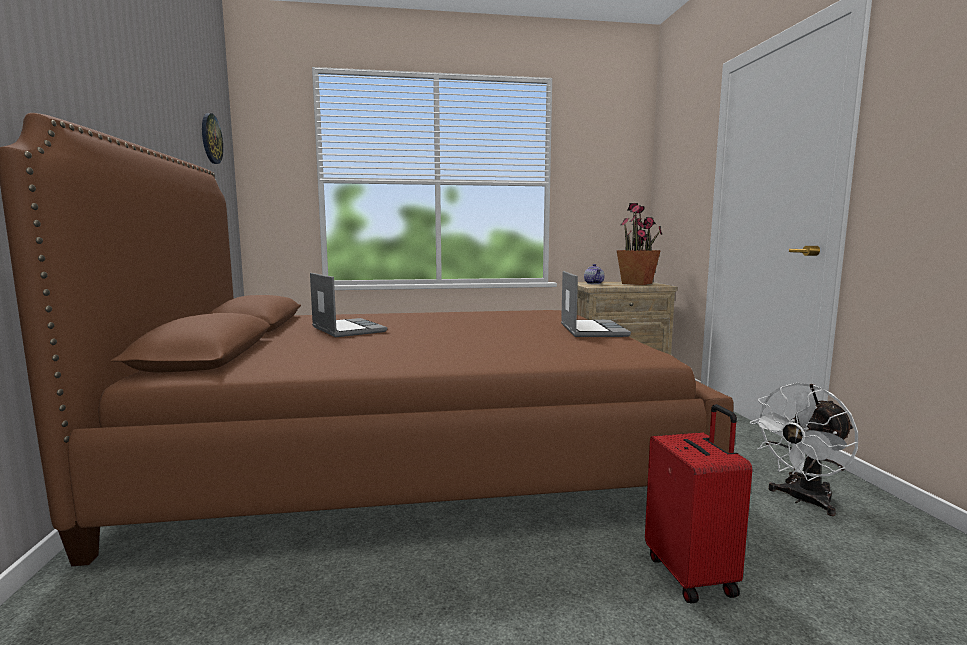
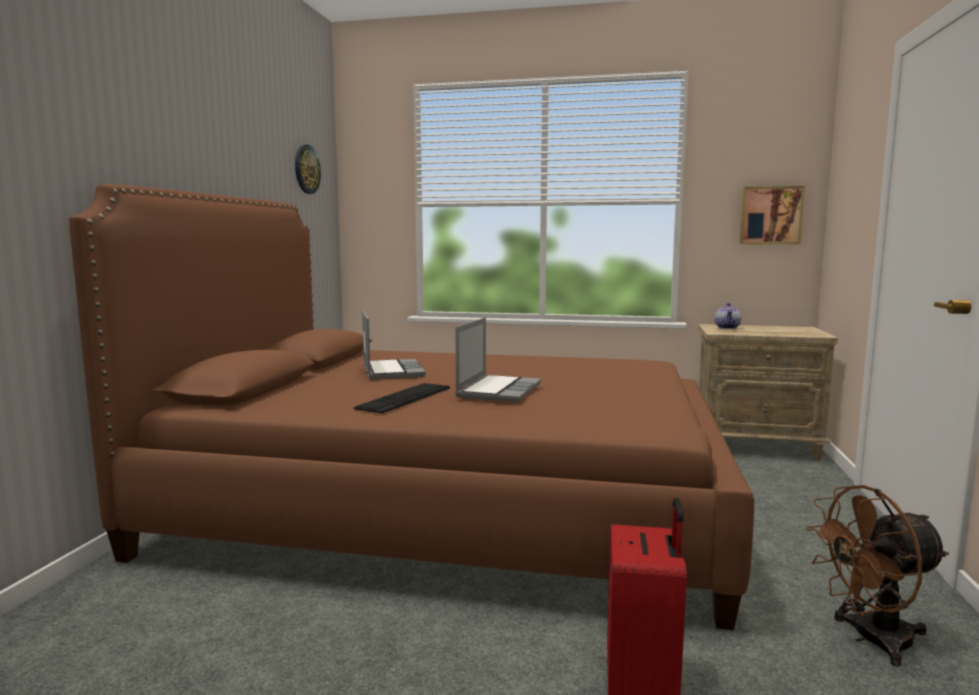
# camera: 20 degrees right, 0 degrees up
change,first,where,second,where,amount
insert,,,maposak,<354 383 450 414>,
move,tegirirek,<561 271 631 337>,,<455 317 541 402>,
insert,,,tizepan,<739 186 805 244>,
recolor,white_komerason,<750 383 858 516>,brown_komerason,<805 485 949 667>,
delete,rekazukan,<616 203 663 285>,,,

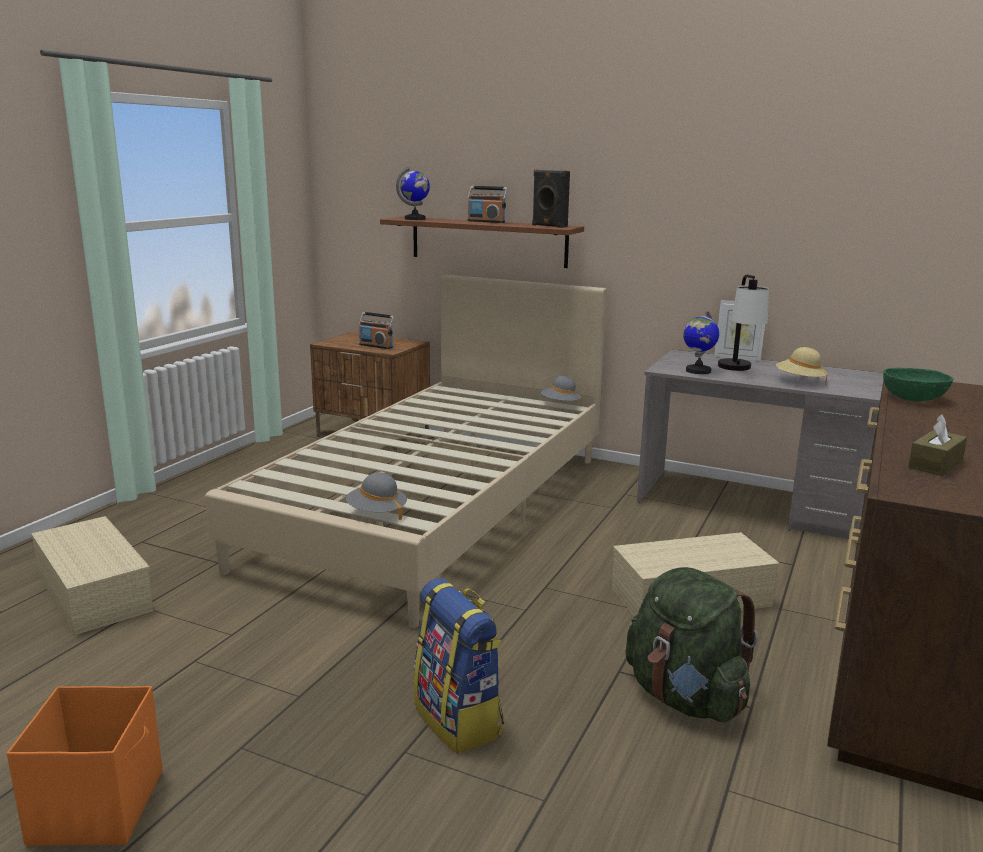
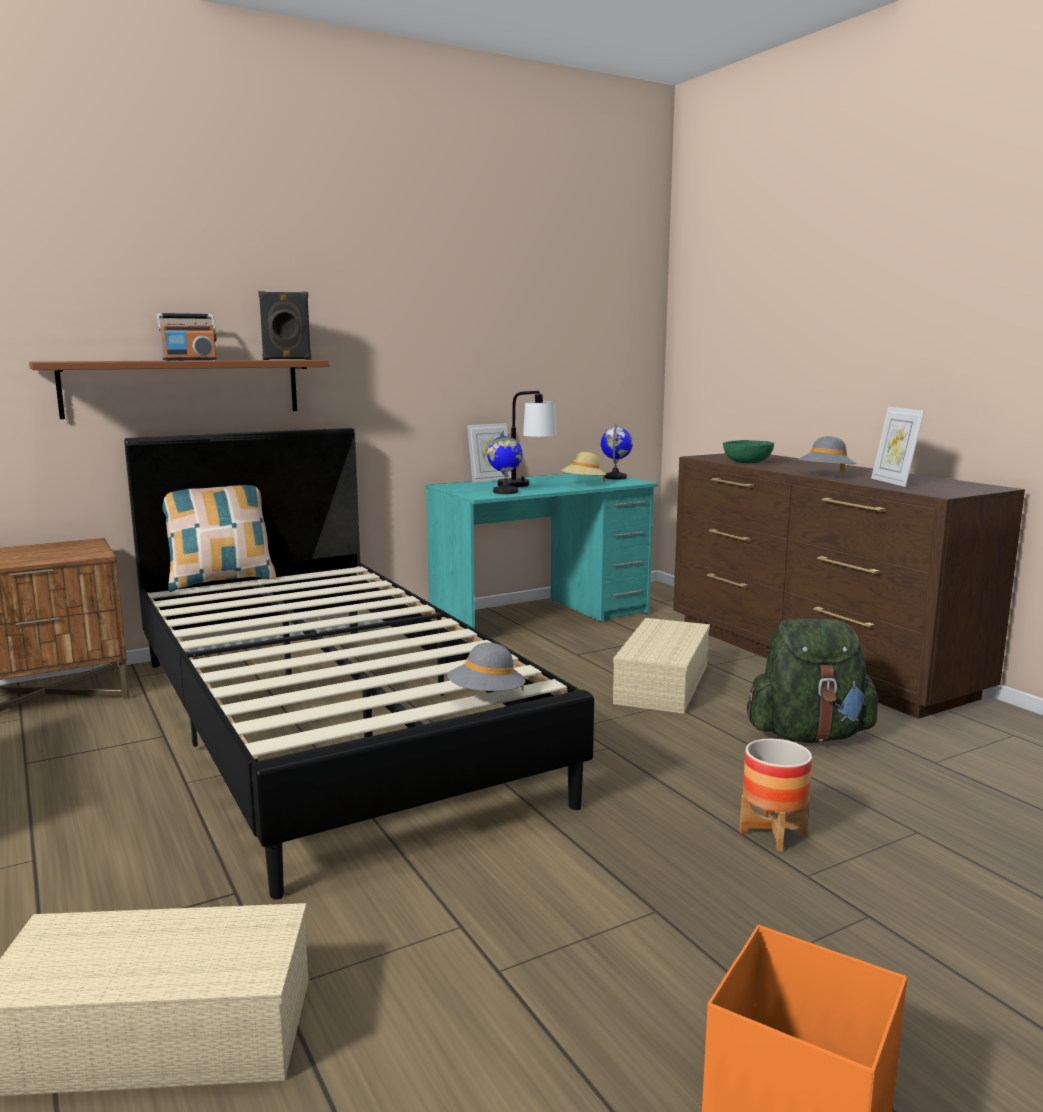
# camera: 55 degrees left, 5 degrees down
change,first,where,second,where,amount
recolor,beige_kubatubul,<205 275 607 628>,black_kubatubul,<124 428 594 900>,
insert,,,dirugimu,<163 485 276 592>,
recolor,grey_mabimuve,<637 350 884 539>,turquoise_mabimuve,<425 472 658 629>,
move,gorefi,<396 167 430 220>,,<601 424 633 479>,
replace,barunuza,<414 578 504 754>,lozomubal,<739 739 812 852>,
move,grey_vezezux,<540 376 582 406>,,<798 436 856 473>,
replace,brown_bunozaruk,<908 415 967 476>,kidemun,<871 407 924 487>,
delete,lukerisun,<359 312 395 349>,,,

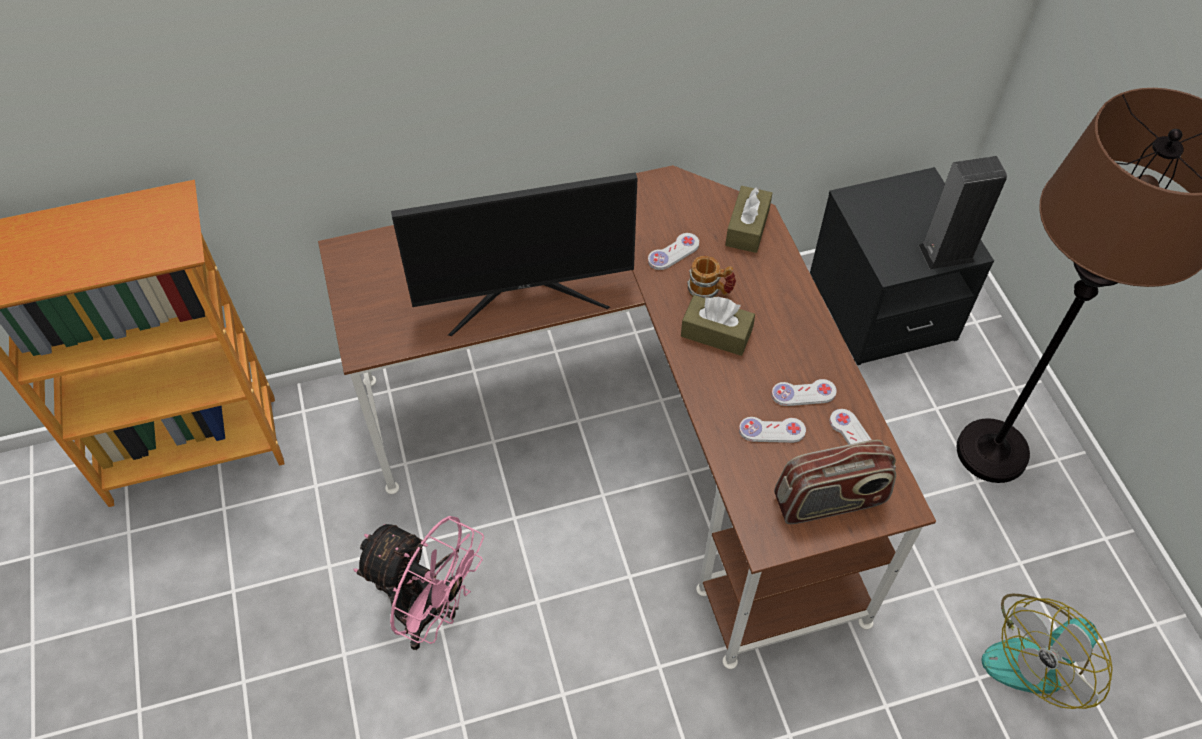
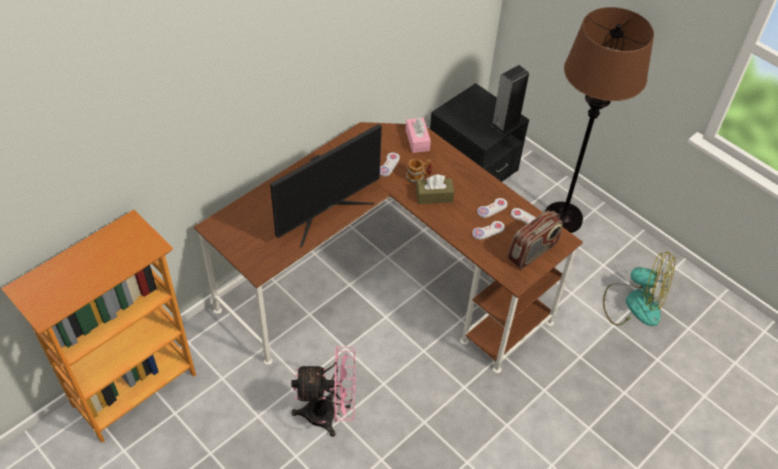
# camera: 30 degrees left, 5 degrees down
change,first,where,second,where,amount
recolor,brown_bunozaruk,<725 186 772 253>,pink_bunozaruk,<406 117 431 153>,
rotate,komerason,<981 594 1113 709>,,<603 252 675 326>,90 degrees counterclockwise

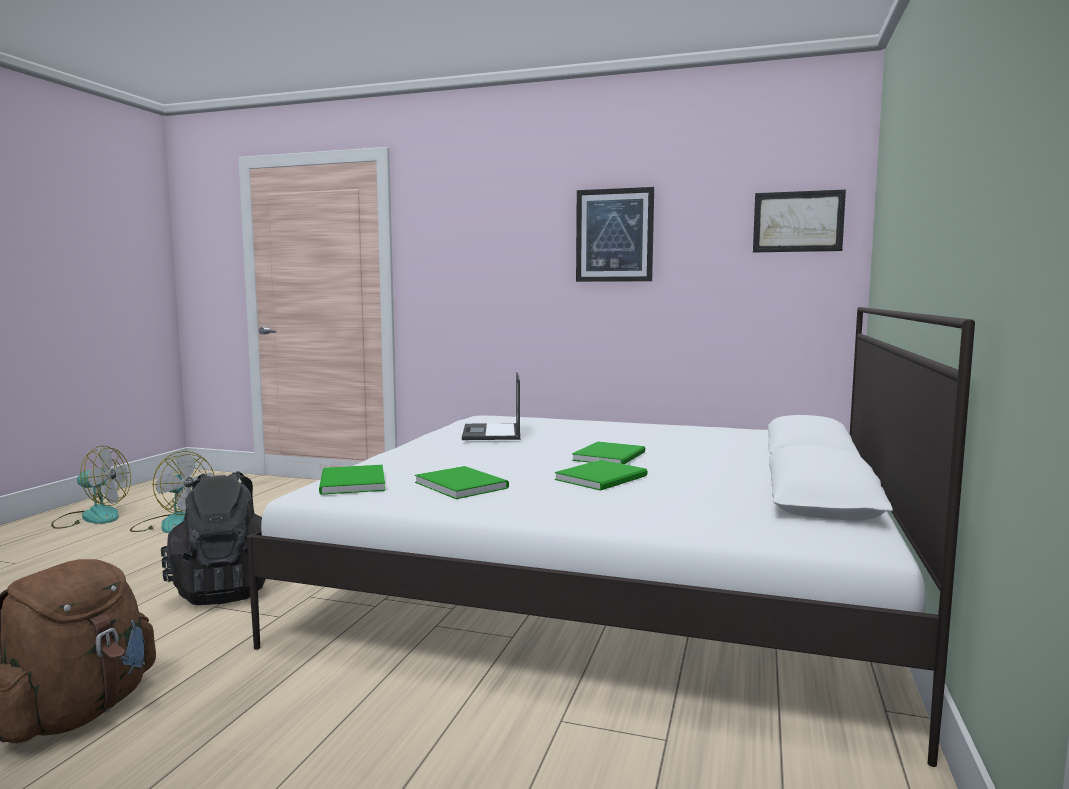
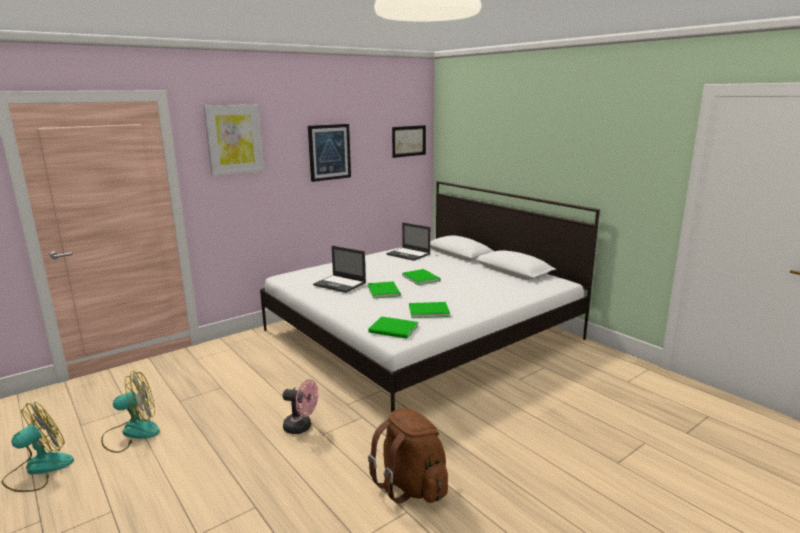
# camera: 55 degrees left, 10 degrees up
change,first,where,second,where,amount
insert,,,tizepan,<203 105 264 176>,
replace,black_barunuza,<161 471 266 605>,pink_komerason,<283 379 318 434>,
move,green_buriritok,<555 460 647 491>,,<368 281 401 298>,
insert,,,tegirirek,<386 222 431 261>,

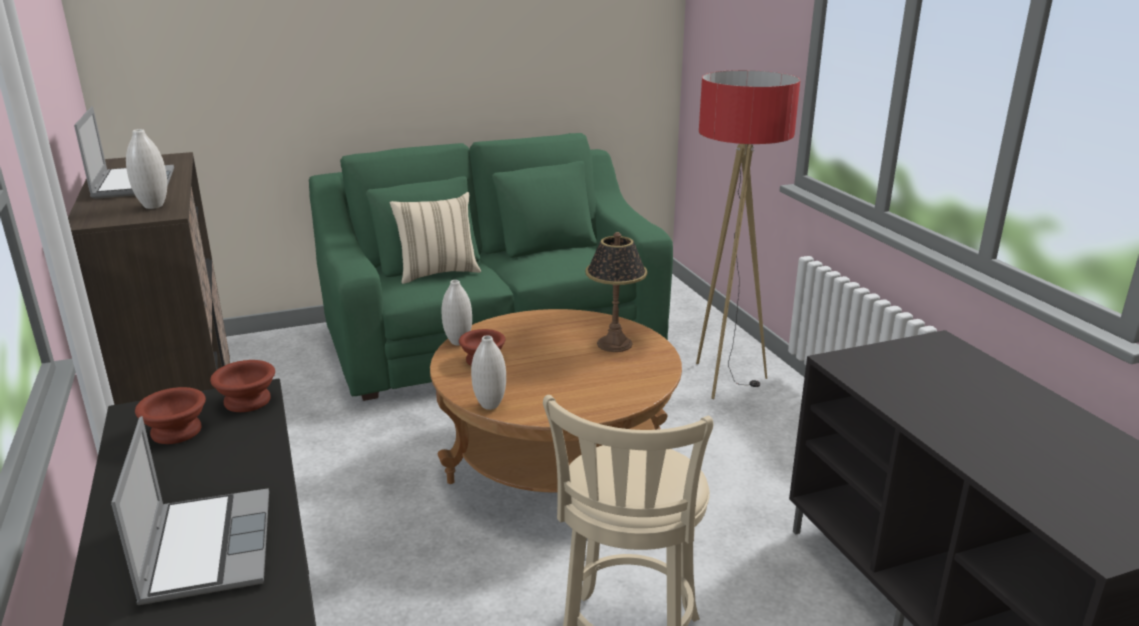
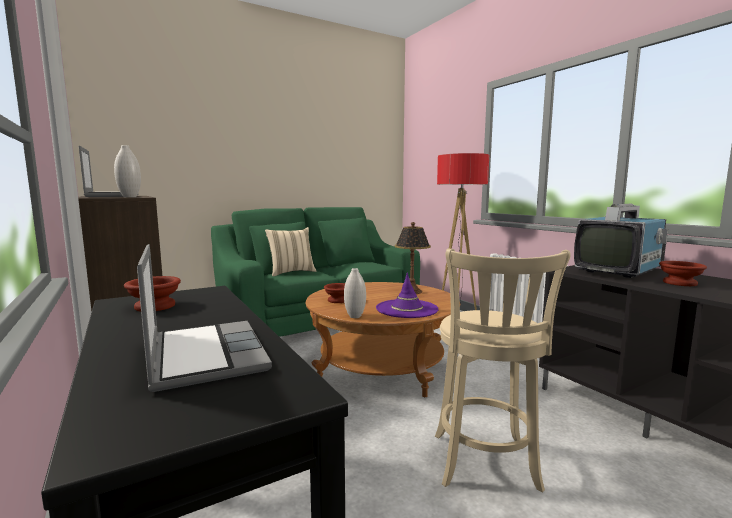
# camera: 10 degrees left, 15 degrees down
change,first,where,second,where,amount
insert,,,purple_vezezux,<376 272 439 318>,
insert,,,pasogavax,<574 204 668 278>,
move,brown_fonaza,<210 360 275 412>,,<659 261 707 286>,
delete,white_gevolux,<442 280 472 345>,,,

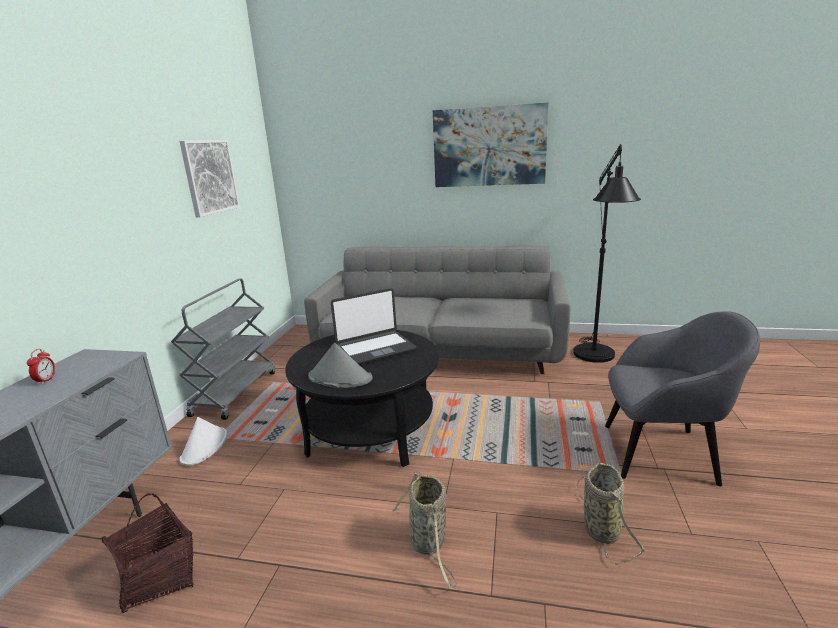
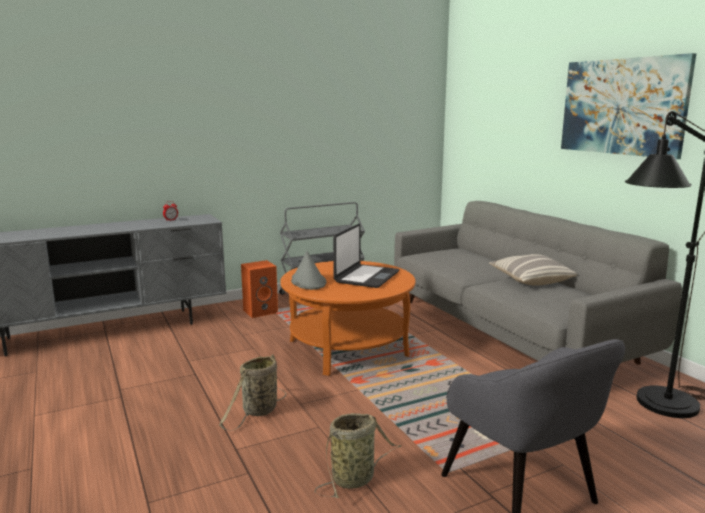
# camera: 50 degrees right, 5 degrees down
change,first,where,second,where,amount
replace,white_vezezux,<179 417 227 466>,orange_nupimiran,<241 260 278 318>,
recolor,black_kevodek,<285 330 439 467>,orange_kevodek,<280 261 415 376>,
rotate,tegirirek,<331 288 417 365>,,<333 224 399 288>,90 degrees counterclockwise
insert,,,dirugimu,<489 254 578 286>,
delete,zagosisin,<101 493 193 613>,,,
delete,tizepan,<179 140 240 217>,,,

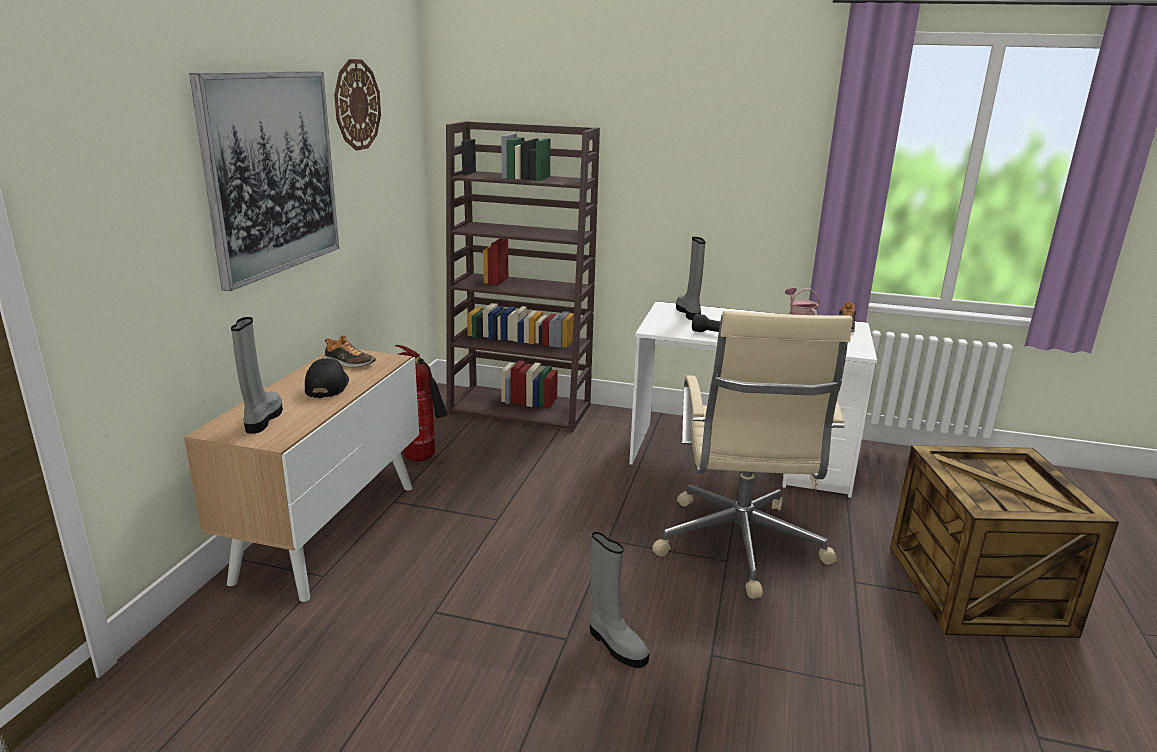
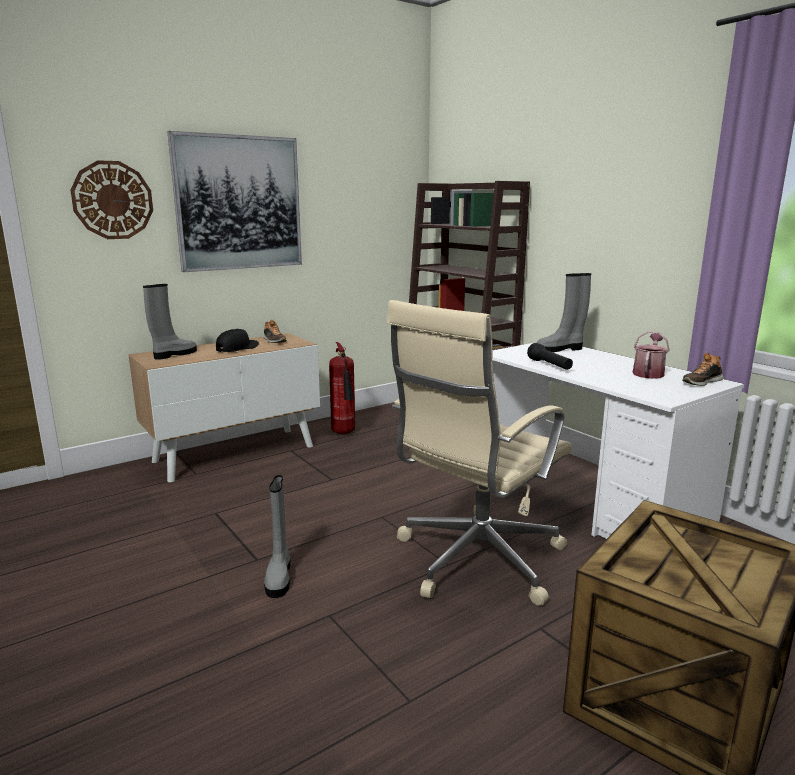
# camera: 40 degrees right, 5 degrees down
change,first,where,second,where,amount
move,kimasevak,<334 59 381 151>,,<70 160 153 239>,
rotate,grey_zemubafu,<676 237 705 320>,,<536 273 591 352>,135 degrees counterclockwise

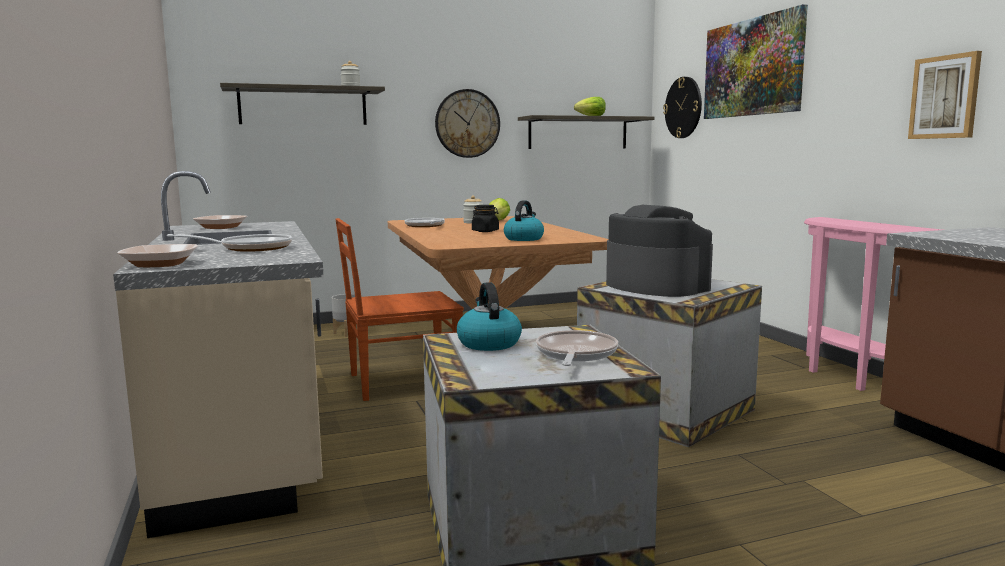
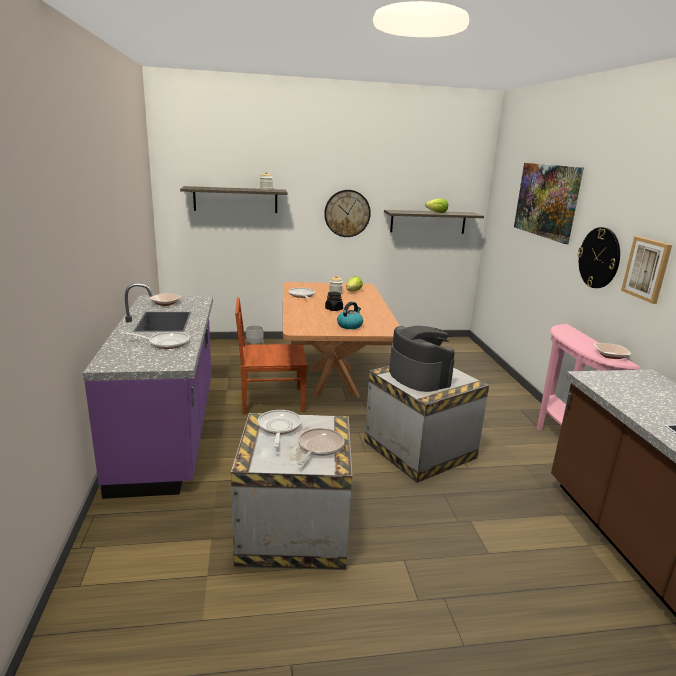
# camera: 10 degrees right, 10 degrees up
change,first,where,second,where,amount
recolor,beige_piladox,<113 171 324 538>,purple_piladox,<83 283 213 499>,
replace,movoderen,<457 282 522 351>,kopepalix,<258 410 302 448>,
move,kimasevak,<663 77 702 138>,,<578 227 620 288>,
move,fonaza,<118 244 198 267>,,<594 343 631 359>,

